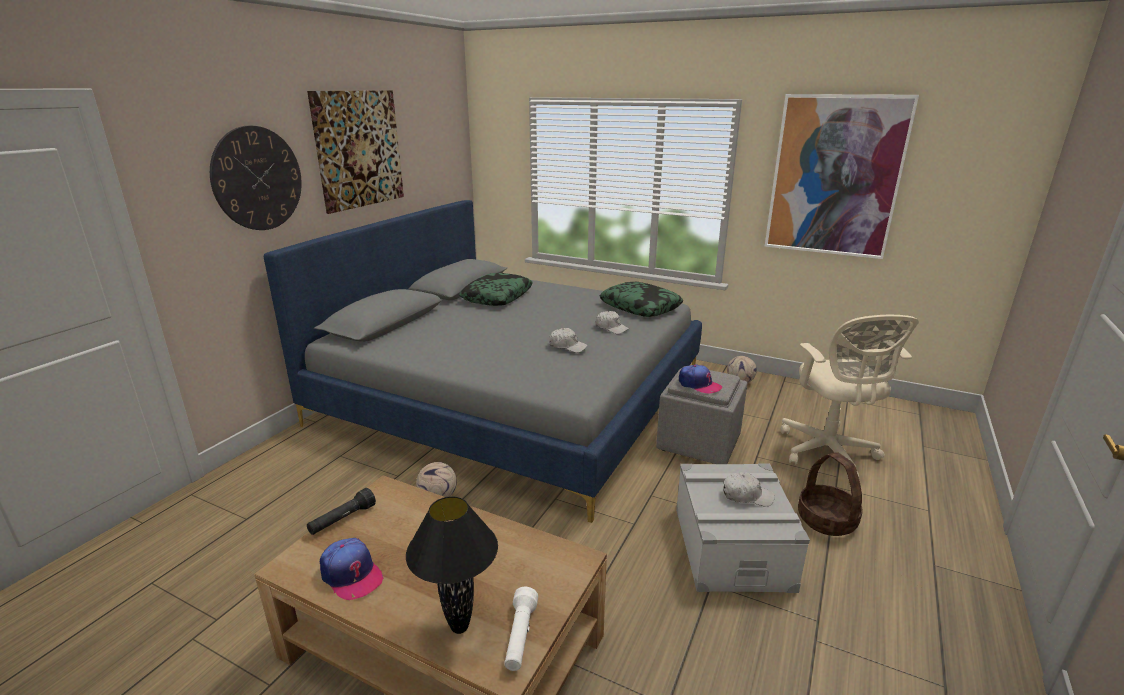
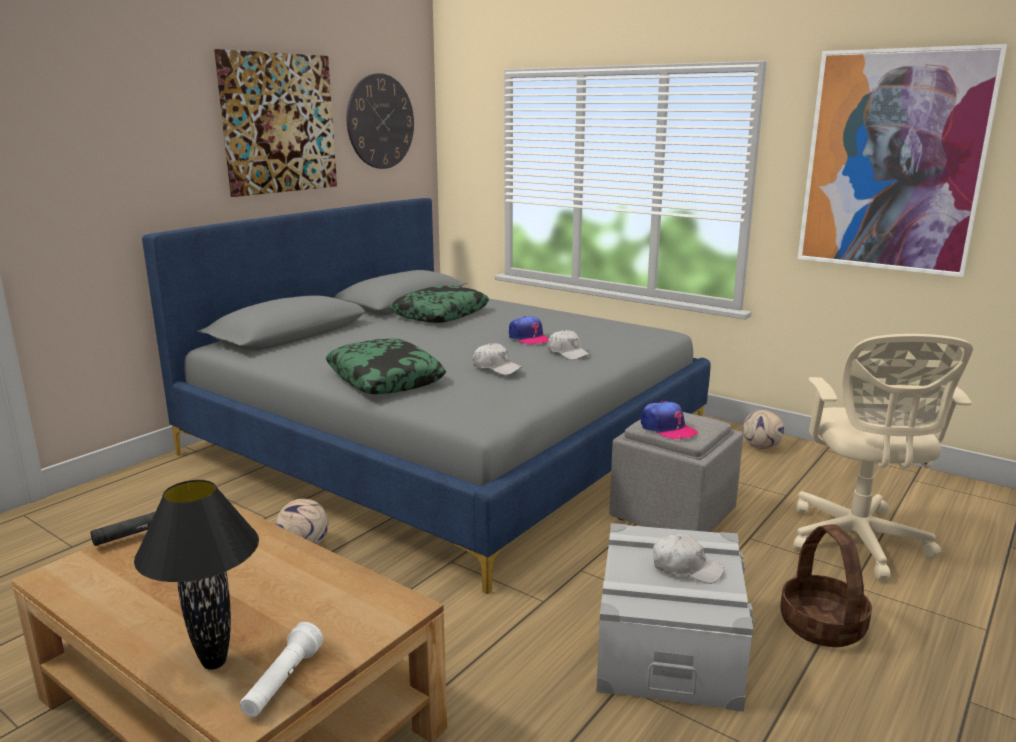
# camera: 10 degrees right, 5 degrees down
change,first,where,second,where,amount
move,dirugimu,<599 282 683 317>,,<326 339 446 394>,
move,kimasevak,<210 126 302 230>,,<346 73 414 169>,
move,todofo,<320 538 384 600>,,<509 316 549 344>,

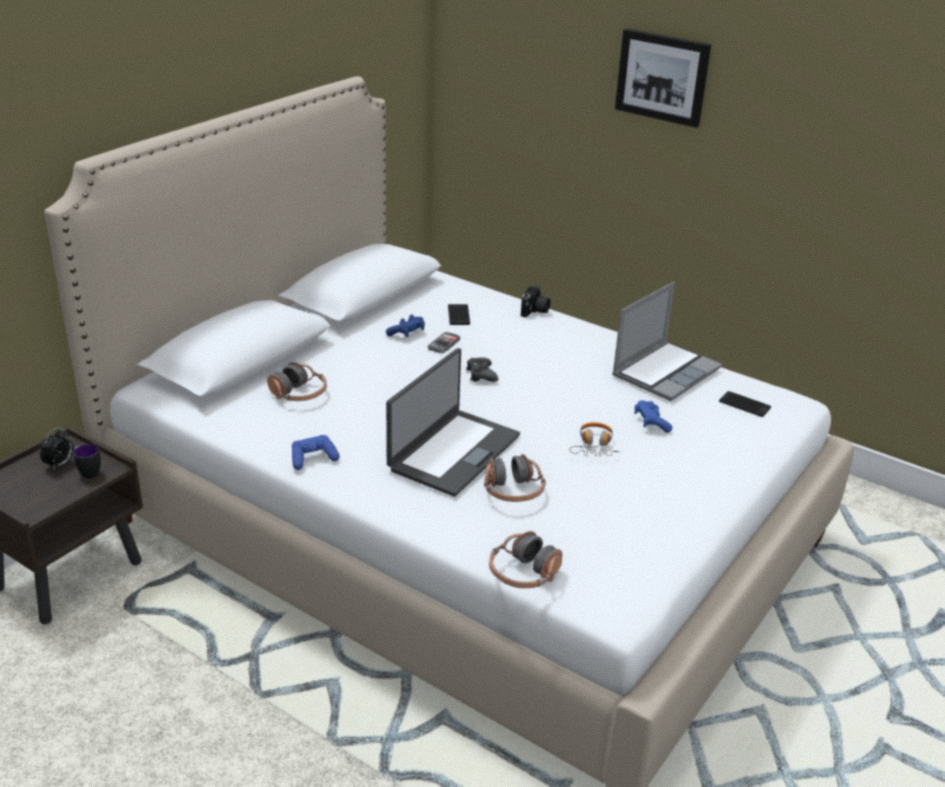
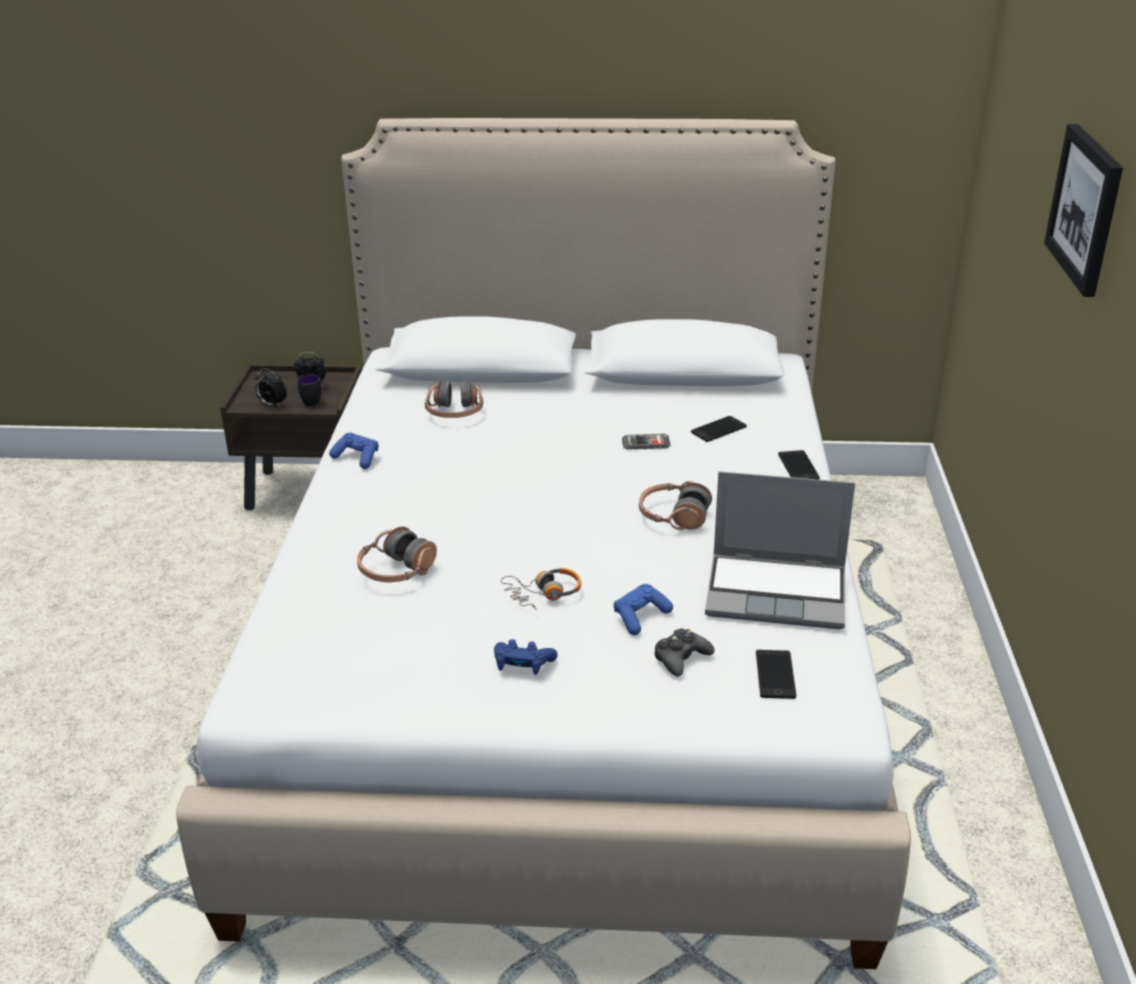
# camera: 60 degrees right, 0 degrees up
change,first,where,second,where,amount
insert,,,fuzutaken,<255 368 287 408>,
move,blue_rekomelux,<386 315 425 337>,,<494 639 558 675>,
move,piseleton,<489 531 562 588>,,<639 481 712 530>,
move,black_rekomelux,<466 357 498 382>,,<655 628 714 677>,
replace,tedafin,<521 285 551 317>,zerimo,<778 450 820 480>,
delete,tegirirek,<386 348 520 497>,,,

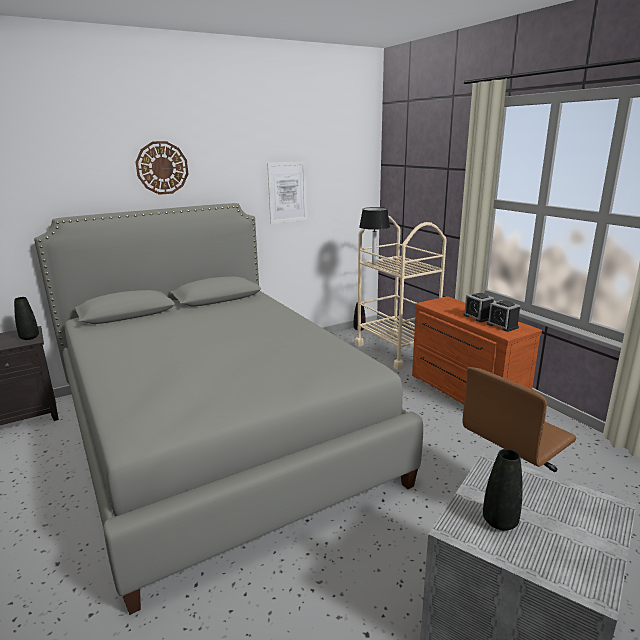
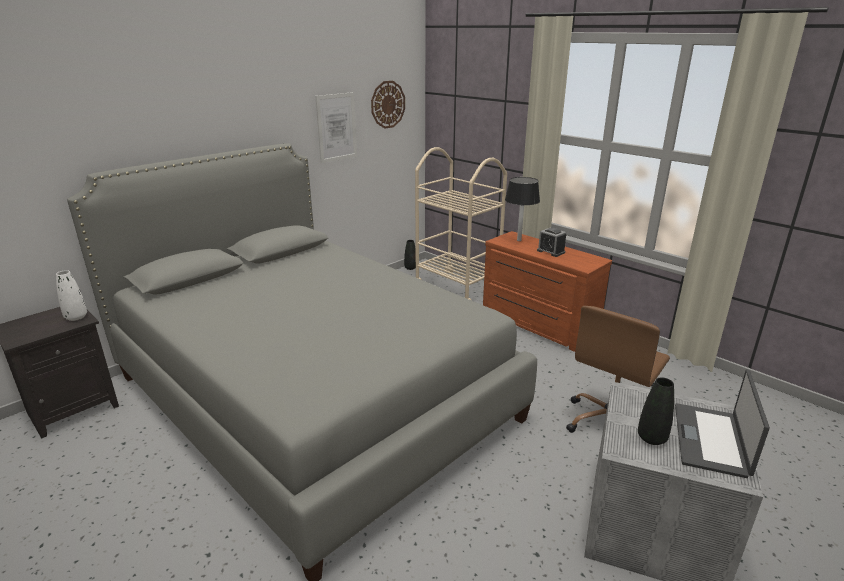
# camera: 15 degrees left, 5 degrees up
change,first,where,second,where,amount
recolor,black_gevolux,<14 297 39 340>,white_gevolux,<56 270 87 321>,
move,kimasevak,<135 141 188 195>,,<371 81 405 129>,
move,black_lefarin,<359 207 390 264>,,<505 177 540 241>,
insert,,,tegirirek,<675 369 770 478>,
delete,fuzutaken,<487 300 520 332>,,,

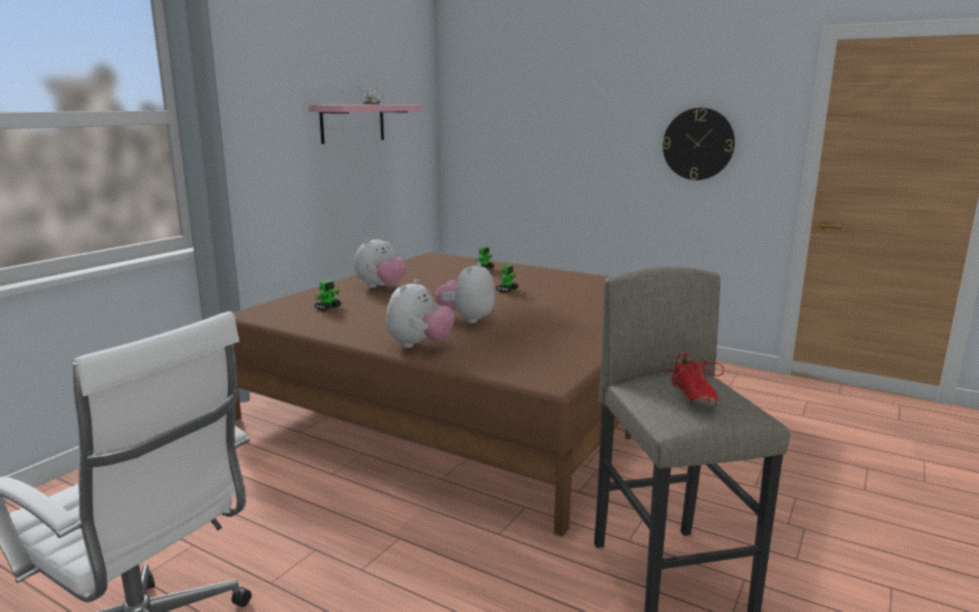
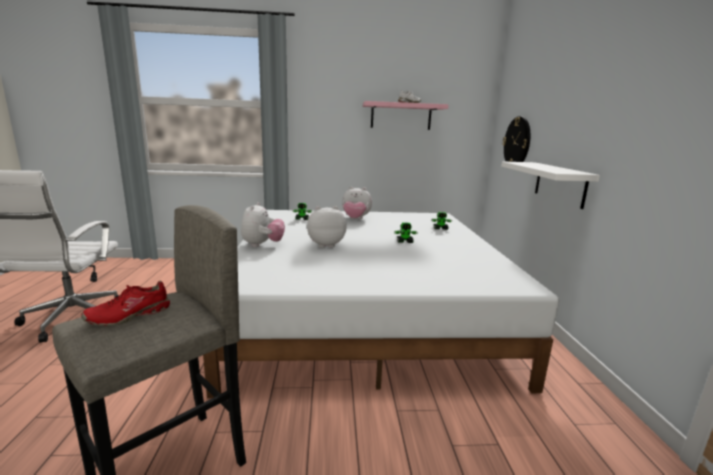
# camera: 55 degrees right, 0 degrees up
change,first,where,second,where,amount
recolor,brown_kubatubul,<233 252 631 537>,white_kubatubul,<203 210 559 398>,
rotate,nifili,<386 279 455 348>,,<241 202 285 247>,75 degrees counterclockwise
insert,,,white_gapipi,<501 161 600 209>,
move,kimasevak,<663 108 735 180>,,<502 116 530 162>,

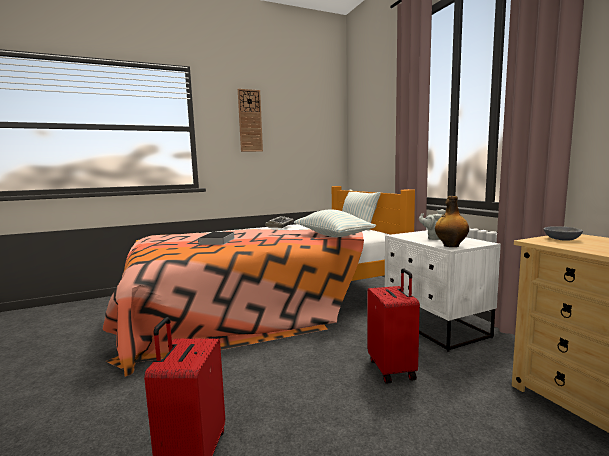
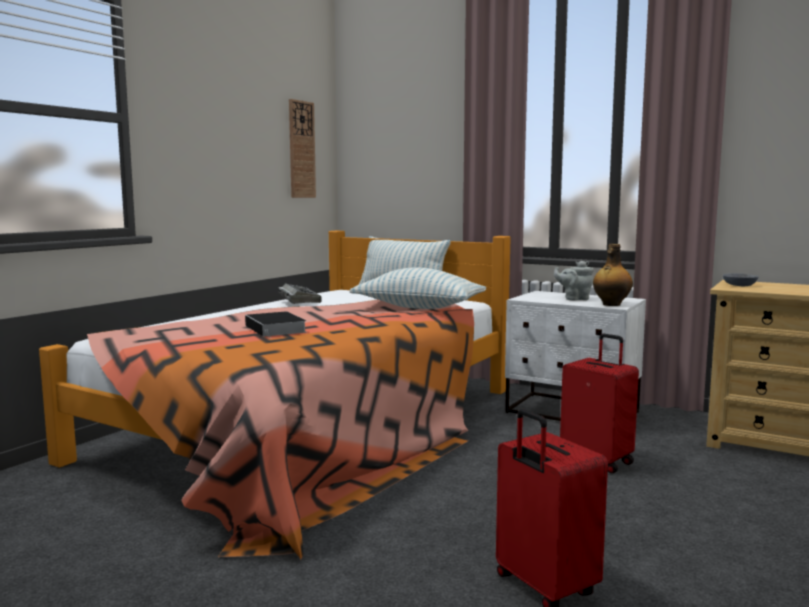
# camera: 35 degrees left, 0 degrees up
change,first,where,second,where,amount
move,kimasevak,<238 89 263 152>,,<289 99 316 198>,

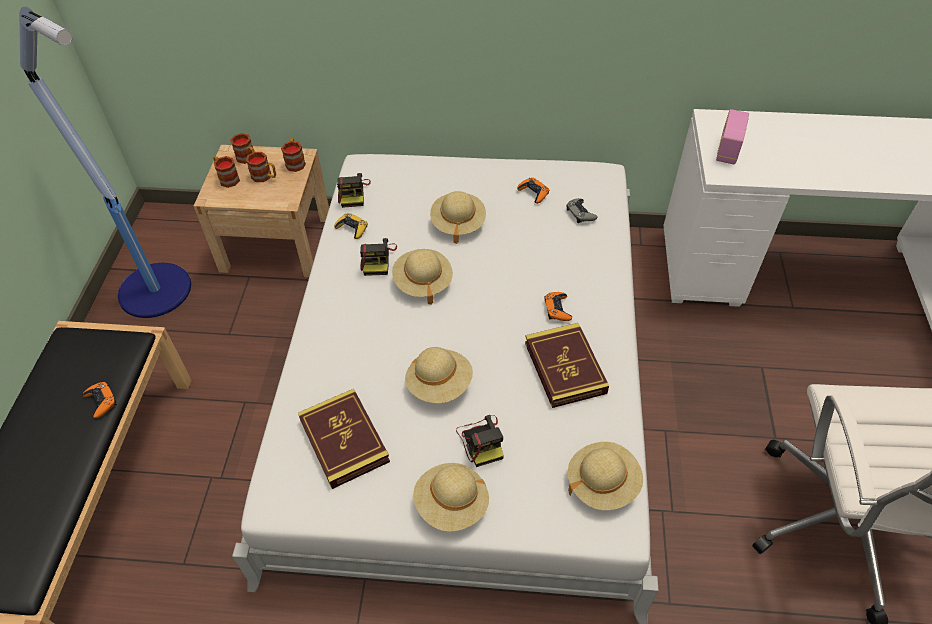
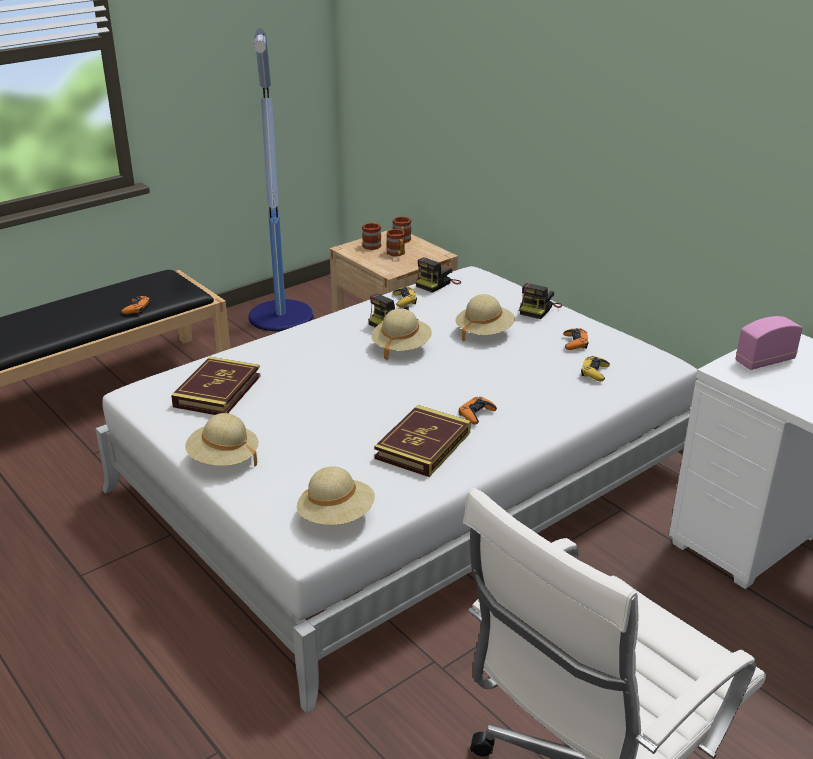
# camera: 45 degrees right, 20 degrees down
change,first,where,second,where,amount
move,tedafin,<456 415 504 467>,,<519 283 562 319>,
recolor,grey_rekomelux,<566 198 597 223>,yellow_rekomelux,<581 356 610 381>,
delete,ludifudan,<281 138 306 172>,,,
delete,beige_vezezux,<405 347 473 403>,,,

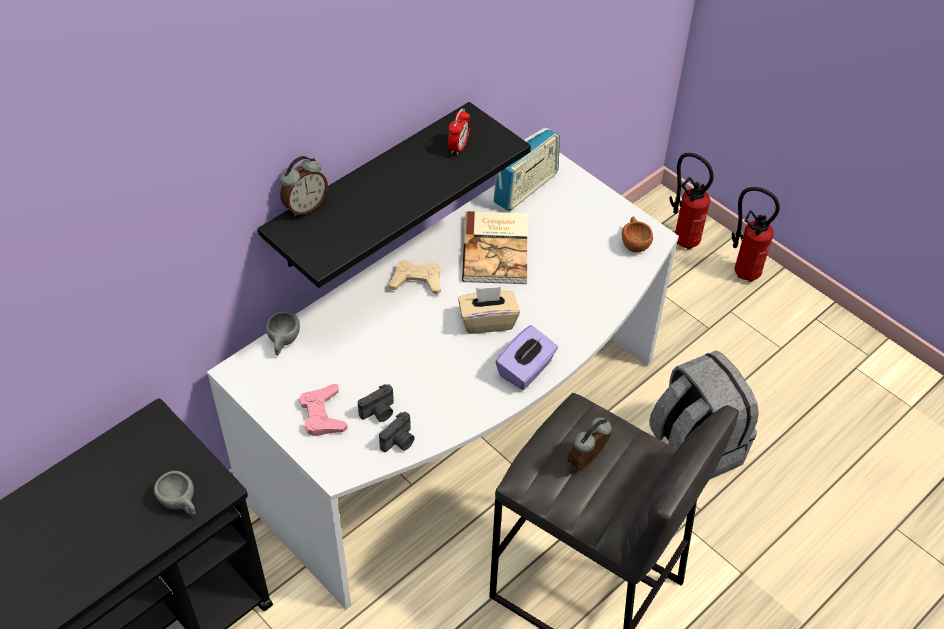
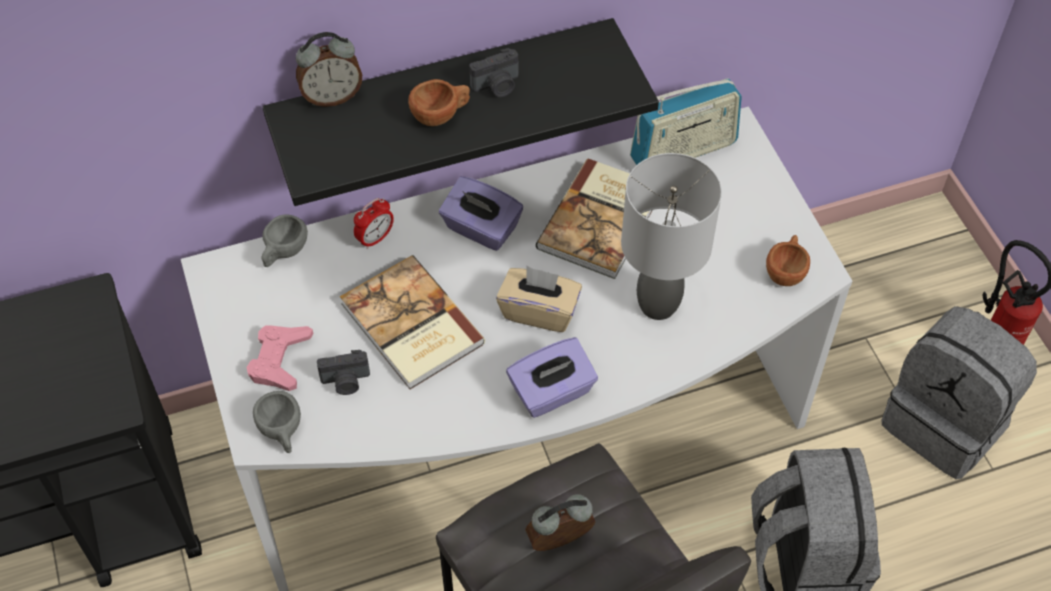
# camera: 25 degrees right, 5 degrees up
change,first,where,second,where,amount
move,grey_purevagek,<154 471 196 515>,,<253 391 301 453>,
insert,,,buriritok,<340 255 485 389>,
move,fuzutaken,<448 108 470 156>,,<354 198 394 249>,
insert,,,brown_purevagek,<408 79 470 126>,
replace,beige_rekomelux,<389 260 441 295>,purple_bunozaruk,<439 176 523 251>,
move,tedafin,<379 412 415 452>,,<469 48 518 97>,
insert,,,grey_lefarin,<621 153 722 320>,
insert,,,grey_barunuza,<881 306 1037 479>,
delete,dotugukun,<670 153 714 250>,,,

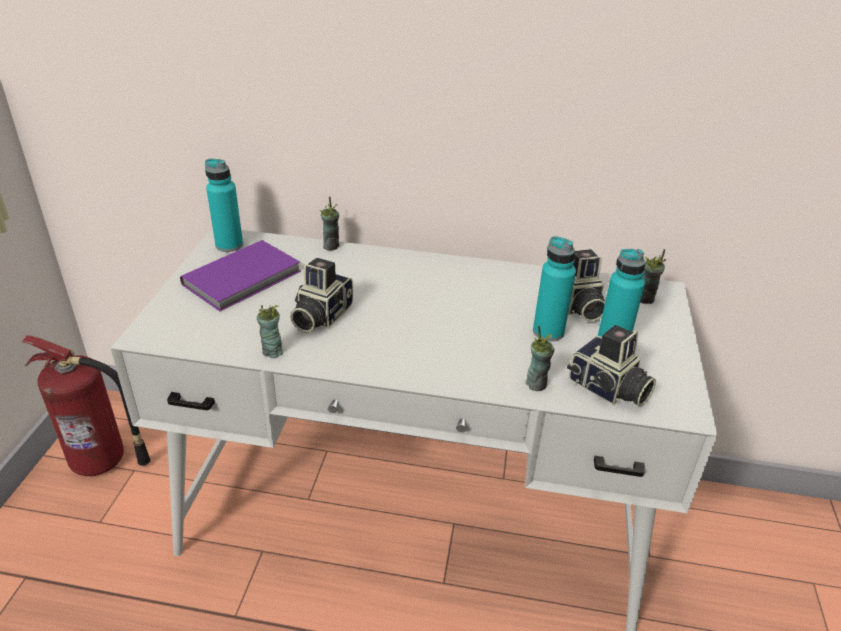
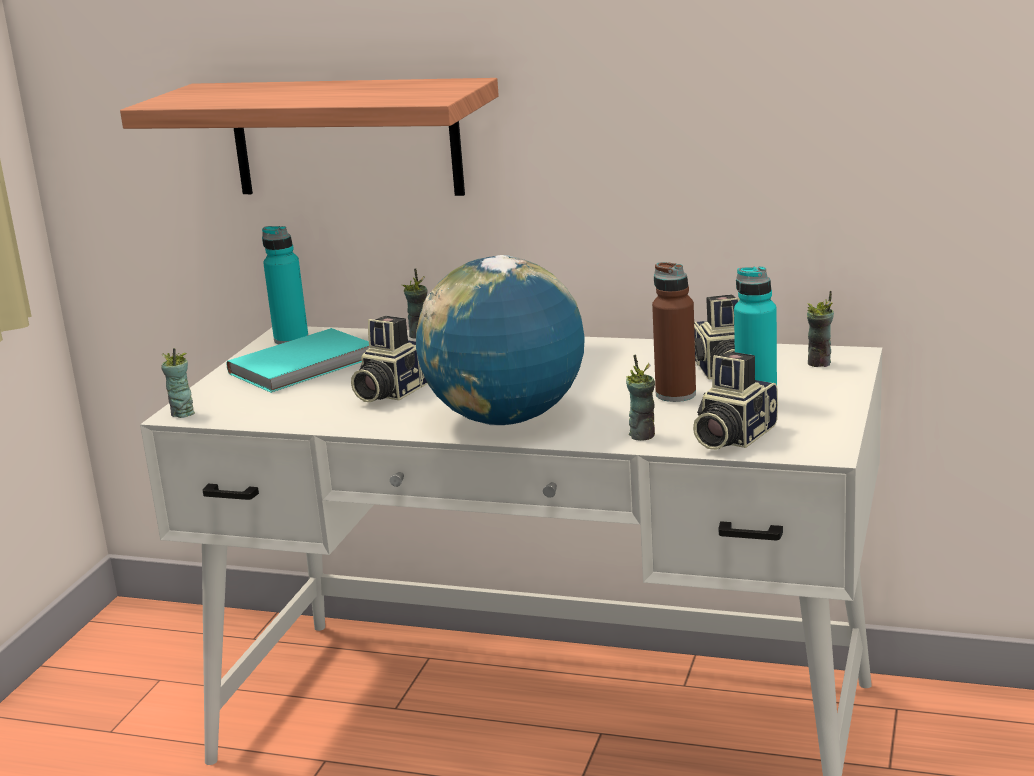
# camera: 10 degrees right, 15 degrees down
change,first,where,second,where,amount
insert,,,gapipi,<120 78 499 196>,
move,purevagek,<257 305 283 358>,,<161 348 195 418>,
recolor,purple_buriritok,<180 240 301 312>,turquoise_buriritok,<227 328 369 393>,
insert,,,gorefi,<416 255 585 425>,
recolor,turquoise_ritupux,<533 236 576 342>,brown_ritupux,<652 262 696 402>,
rotate,tedafin,<567 325 656 406>,,<693 351 778 450>,75 degrees clockwise
delete,dotugukun,<22 335 151 476>,,,

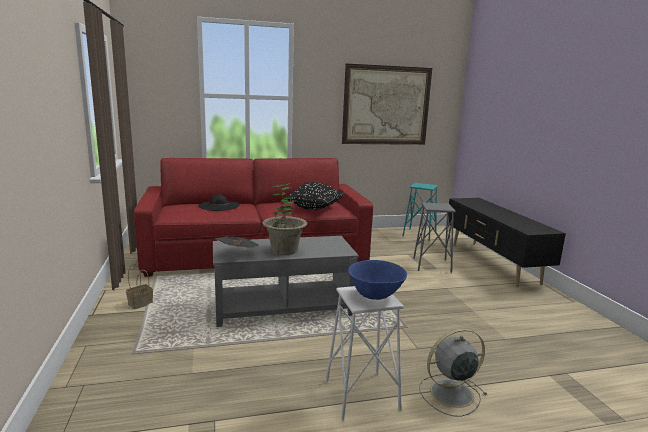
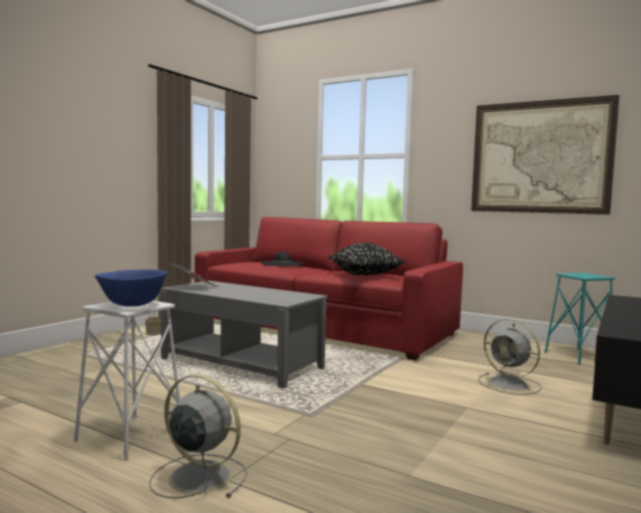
# camera: 45 degrees right, 10 degrees down
change,first,where,second,where,amount
replace,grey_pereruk,<413 203 456 273>,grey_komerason,<478 319 542 395>,
delete,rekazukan,<262 183 307 255>,,,

